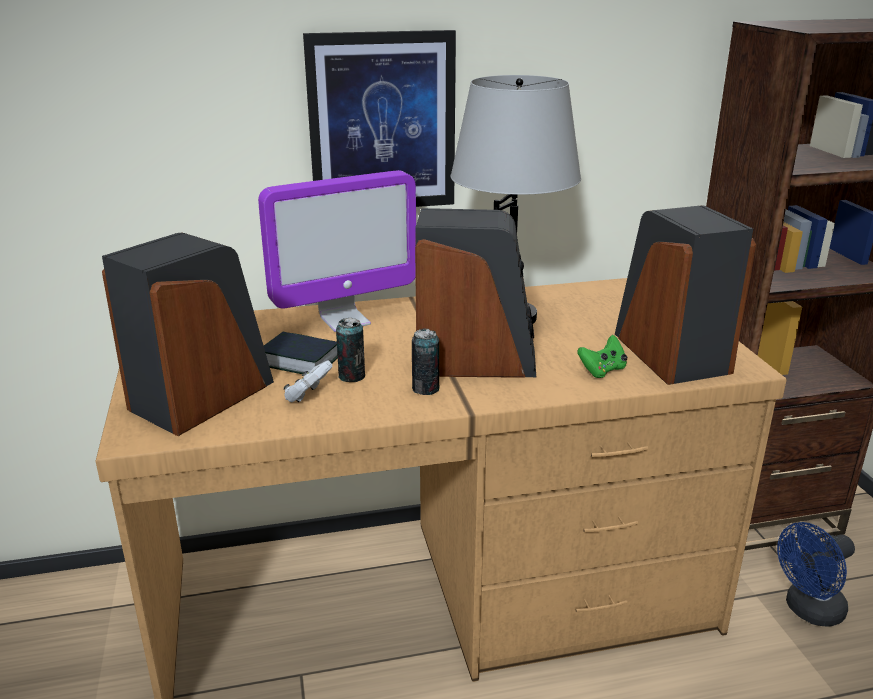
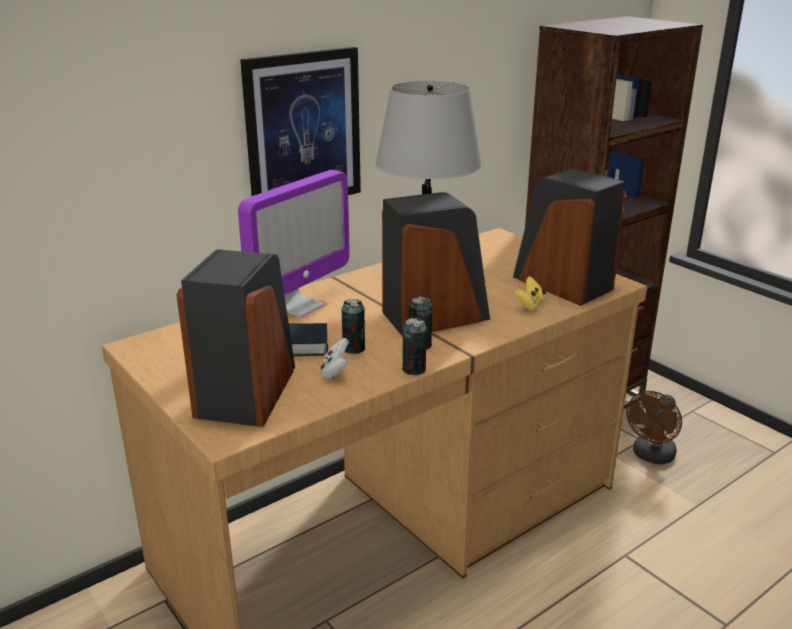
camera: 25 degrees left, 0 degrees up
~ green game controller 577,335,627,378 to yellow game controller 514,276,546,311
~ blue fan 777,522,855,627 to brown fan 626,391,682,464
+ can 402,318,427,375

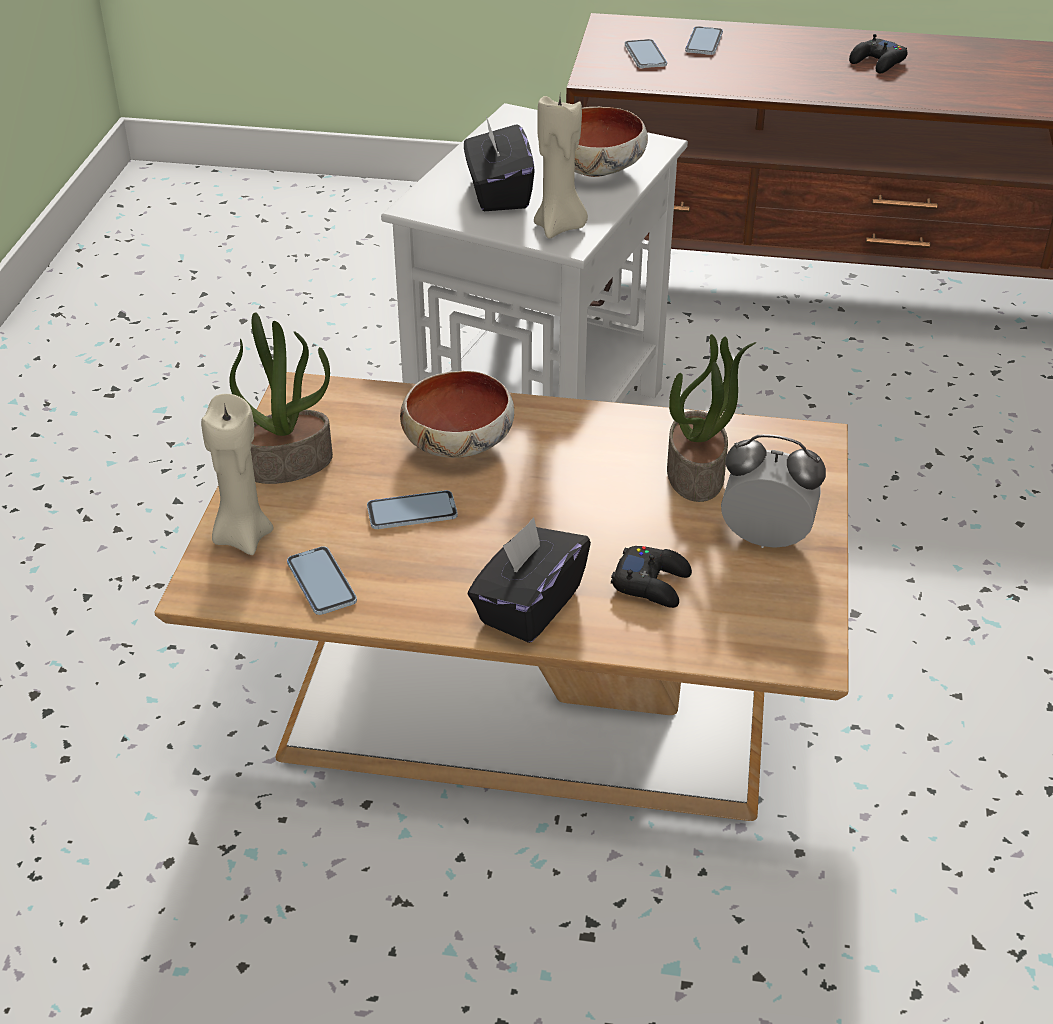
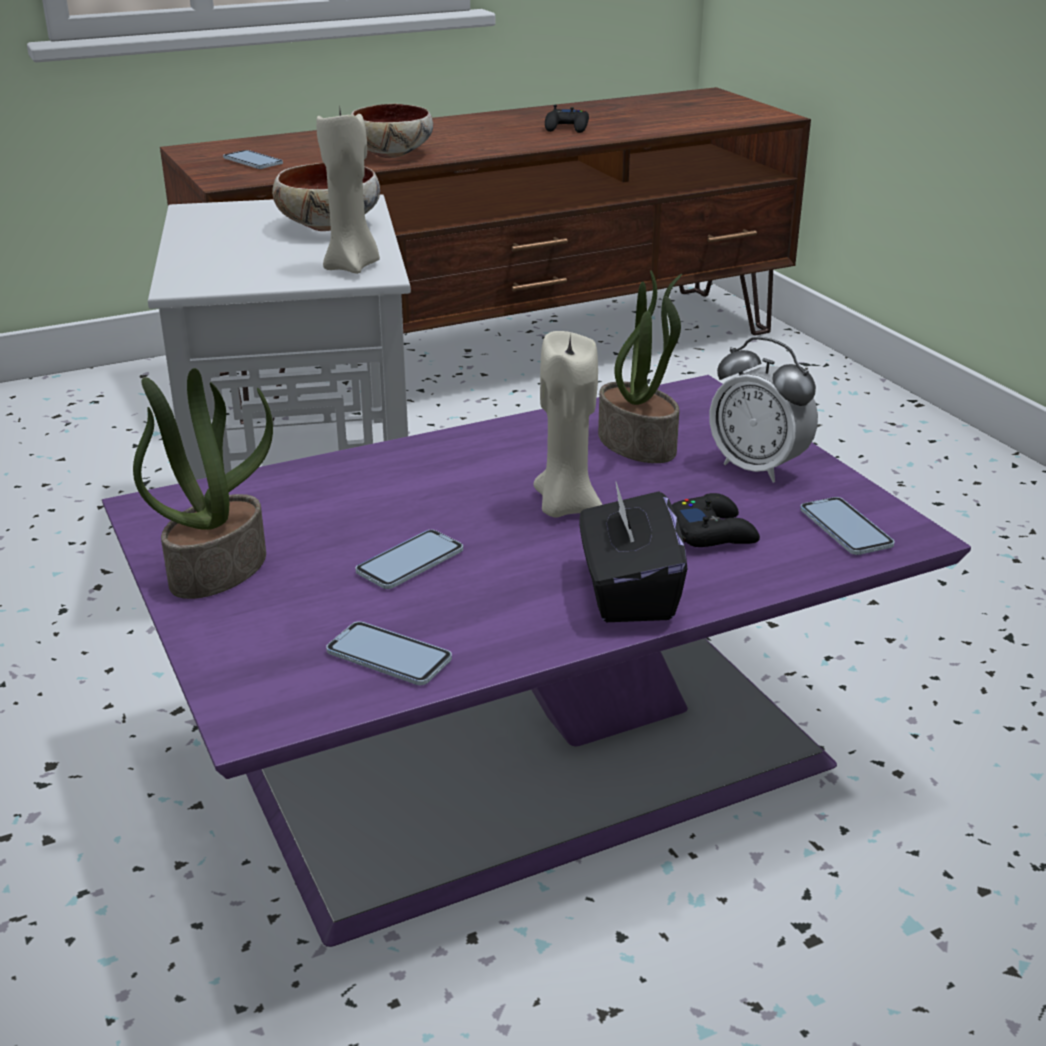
camera: 35 degrees left, 10 degrees down
~ brown coffee table 154,372,848,821 to purple coffee table 102,375,971,947
~ beige candle 201,394,273,555 to 533,331,603,518
~ bowl 400,371,514,458 to 351,104,433,158
- black tissue box 464,116,535,211
~ phone 685,26,723,55 to 800,497,895,555
~ alarm clock 721,434,826,548 = 709,337,818,483 120 degrees counterclockwise
~ black game controller 849,34,908,73 to 545,105,589,133

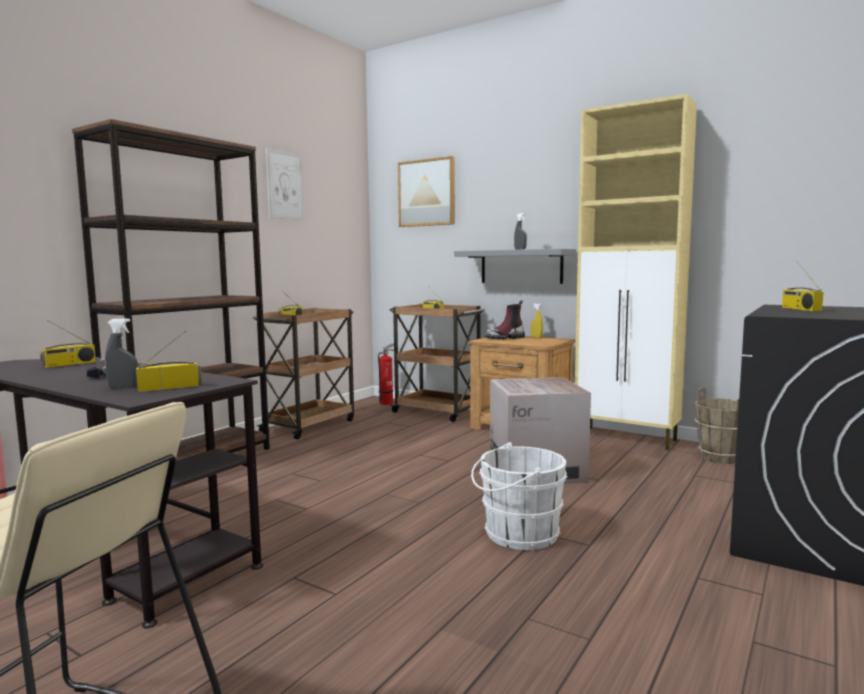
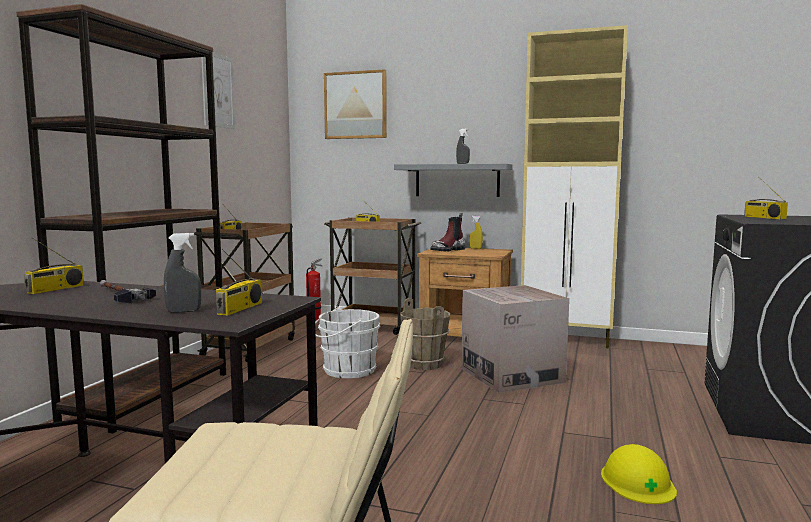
camera: 15 degrees left, 0 degrees up
~ radio 136,331,202,392 = 216,249,262,316 150 degrees clockwise
~ white bucket 471,442,567,550 to 315,307,380,378
~ brown bucket 694,387,739,464 to 400,298,450,370
+ yellow hard hat 601,444,677,504

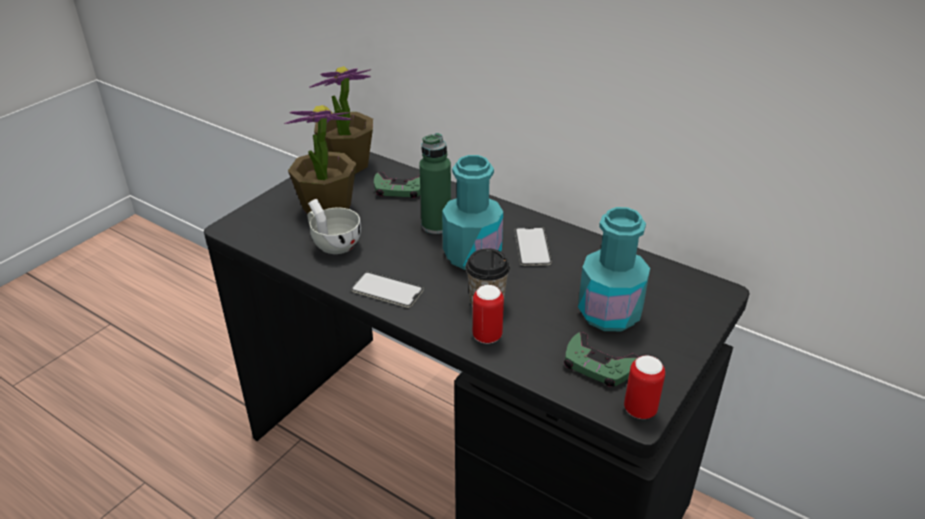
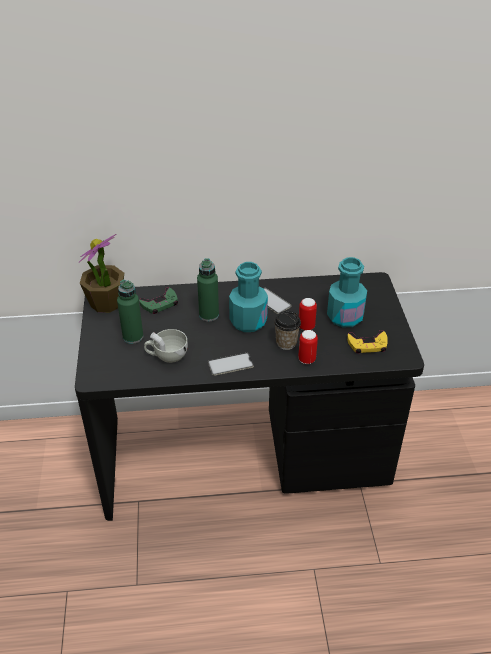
camera: 40 degrees left, 5 degrees up
~ potted plant 284,105,356,217 to green bottle 117,280,143,344
~ green game controller 564,332,638,387 to yellow game controller 347,330,388,354
~ can 624,355,665,419 to 299,298,317,330

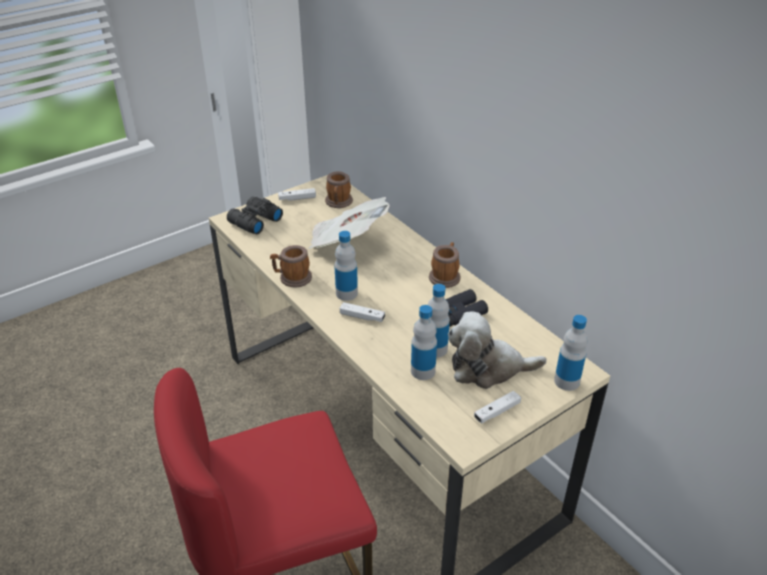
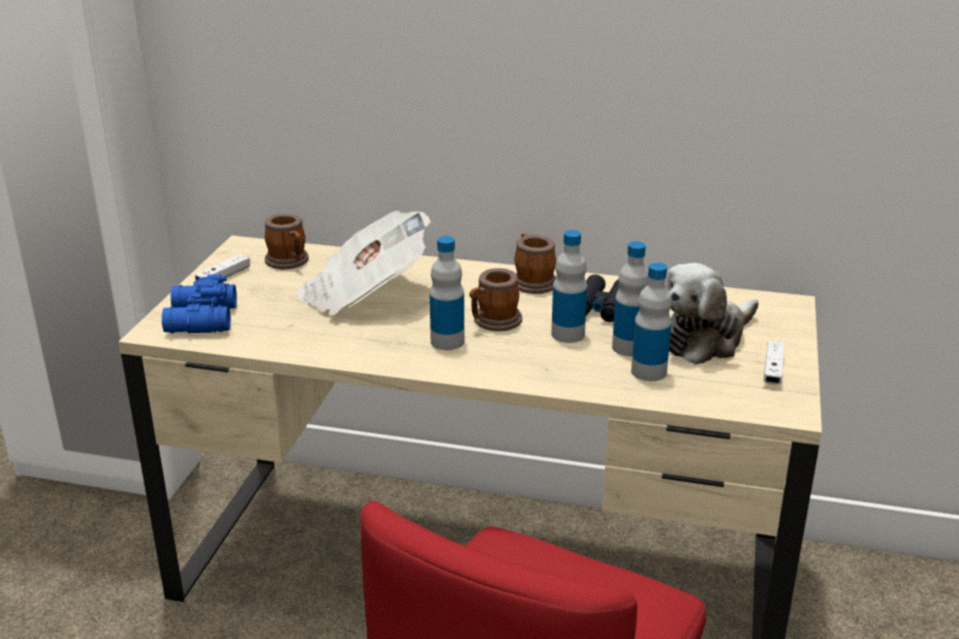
camera: 40 degrees left, 10 degrees down
~ black binoculars 227,197,283,234 to blue binoculars 162,274,237,333
~ mug 270,245,312,288 to 469,268,522,331
- white game controller 339,302,385,322
~ bottle 554,315,588,391 to 551,230,587,343

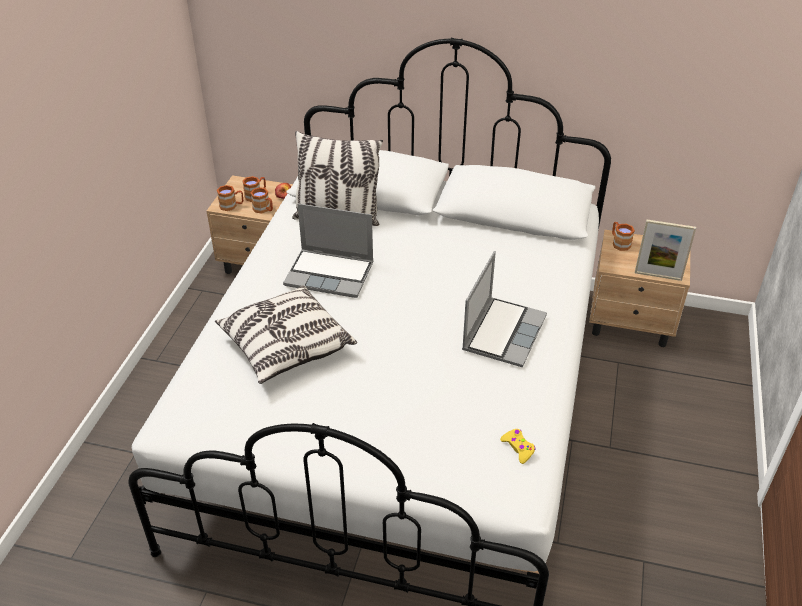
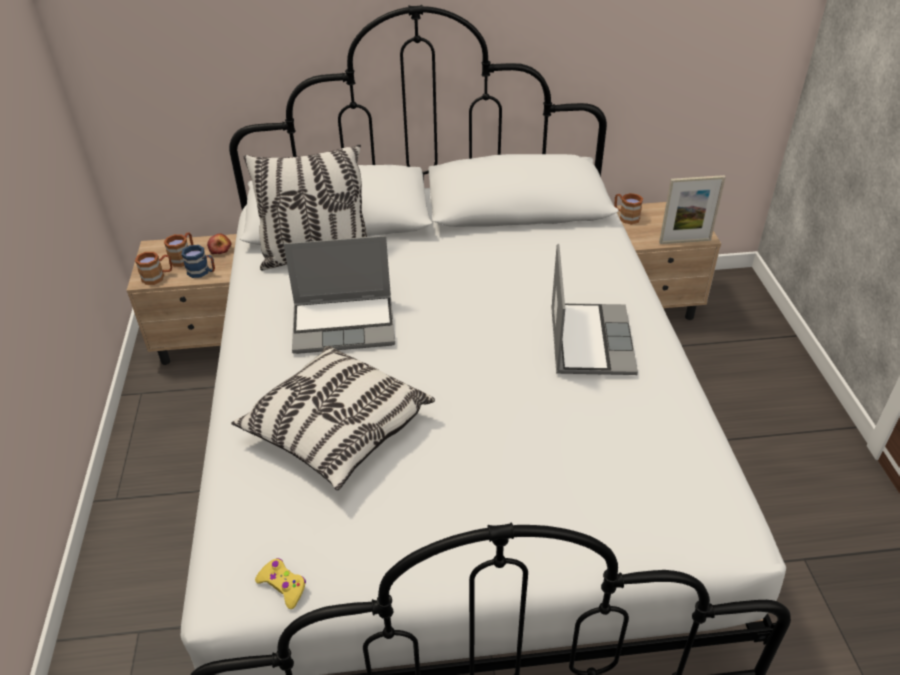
camera: 20 degrees left, 0 degrees up
~ brown mug 251,187,273,214 to blue mug 181,245,215,278
~ yellow game controller 500,429,536,464 to 255,558,306,609

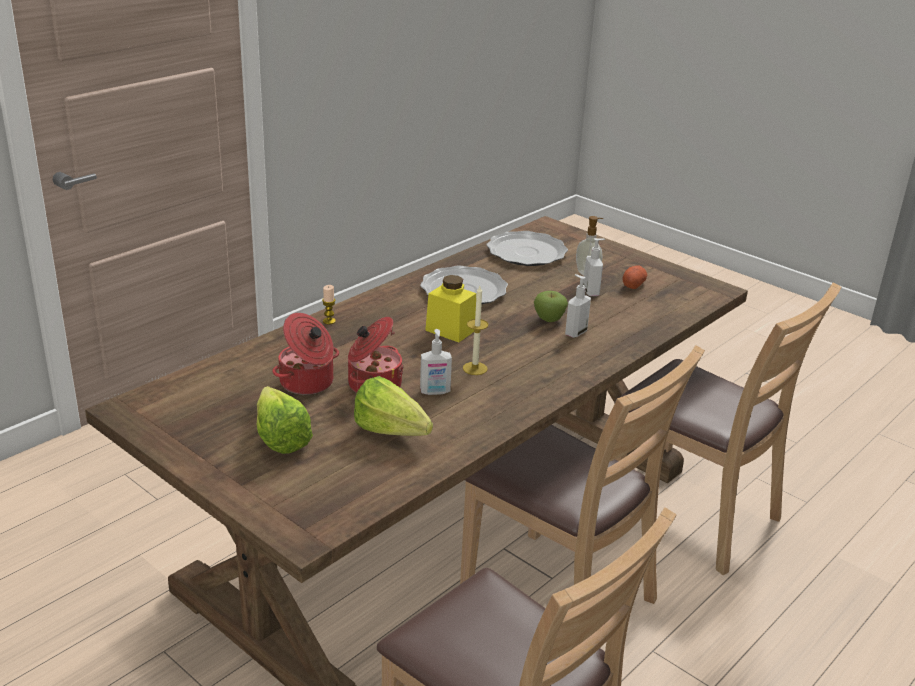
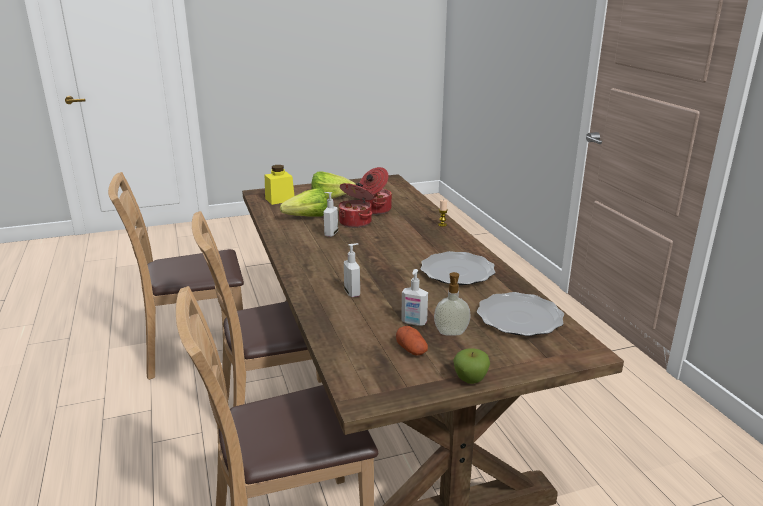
camera: 120 degrees right, 5 degrees down
~ yellow jar 425,275,476,343 to 265,165,294,205
- candle 463,286,488,375
~ apple 534,291,568,322 to 453,348,490,384

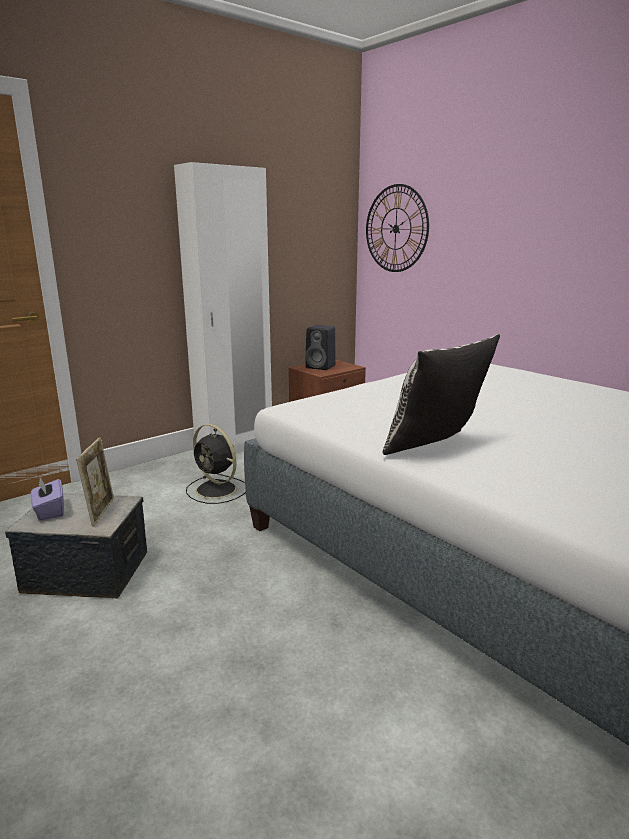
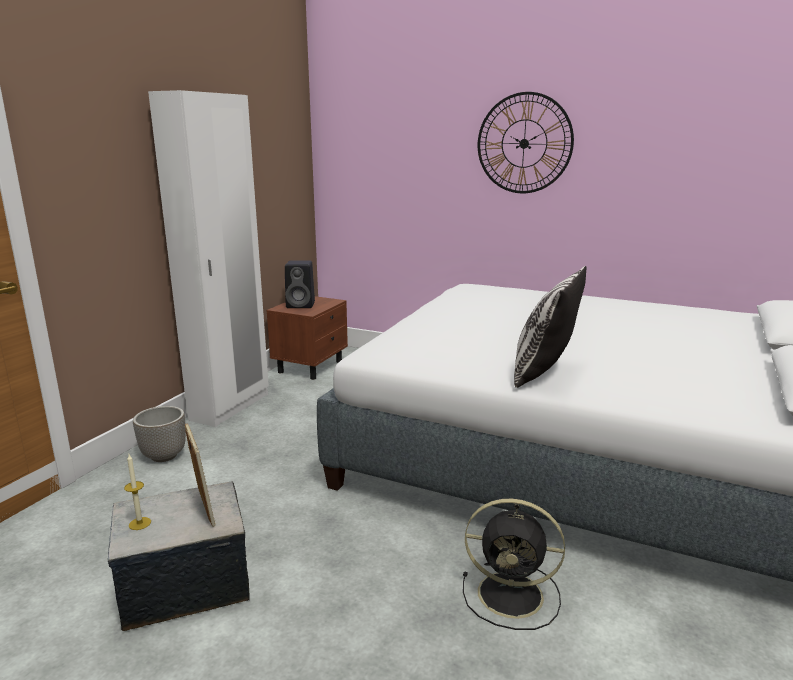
camera: 25 degrees left, 0 degrees up
~ purple tissue box 30,478,64,521 to candle 124,454,151,530
~ black fan 186,424,246,504 to 463,499,565,630
~ wall clock 366,184,429,272 to 478,92,574,193
+ planter 133,406,186,462

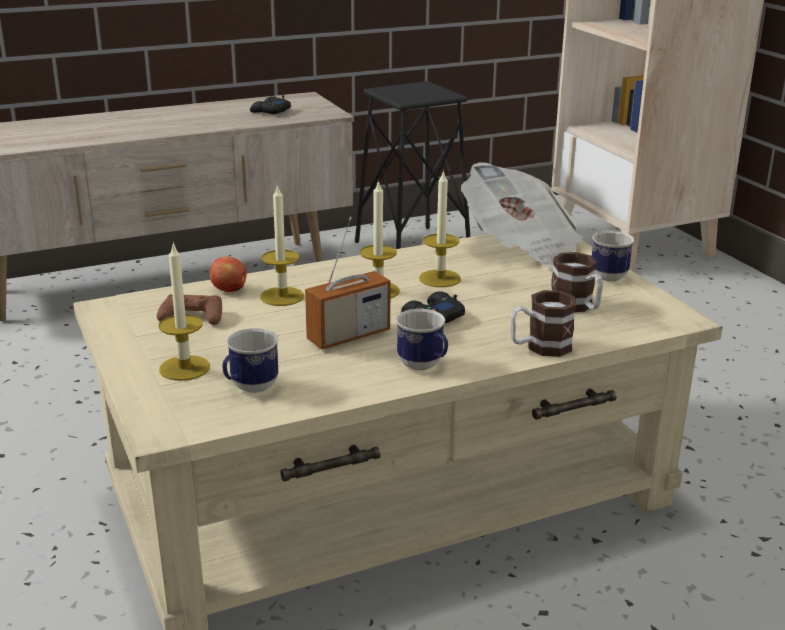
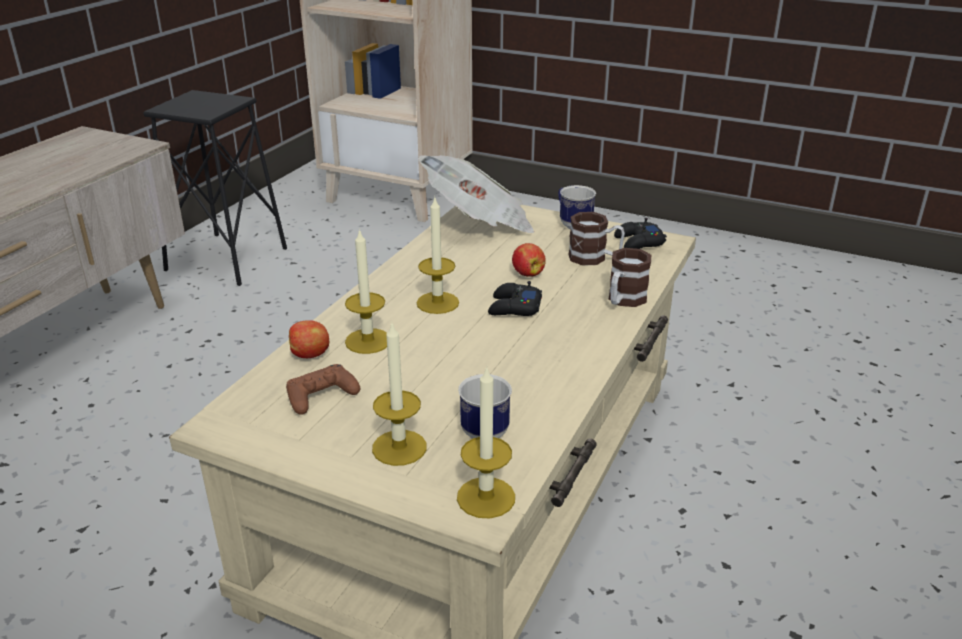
camera: 40 degrees left, 5 degrees up
~ black game controller 250,95,291,114 to 614,218,667,249
- radio 305,217,391,350
- mug 396,309,448,370
~ candle 419,170,461,287 to 457,366,515,518
+ apple 512,243,546,277

